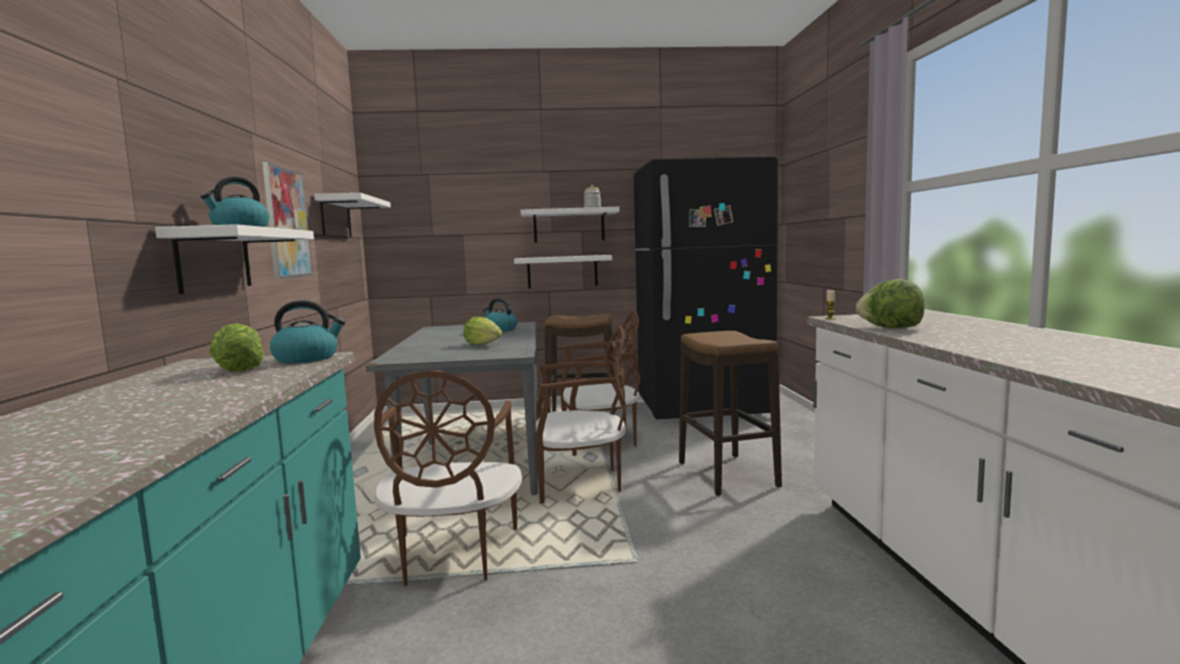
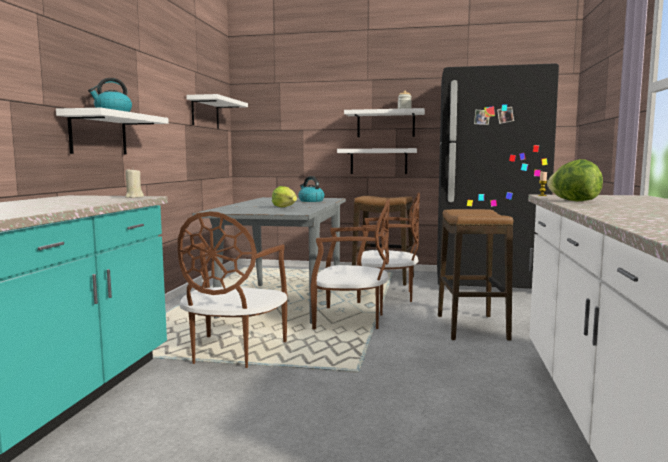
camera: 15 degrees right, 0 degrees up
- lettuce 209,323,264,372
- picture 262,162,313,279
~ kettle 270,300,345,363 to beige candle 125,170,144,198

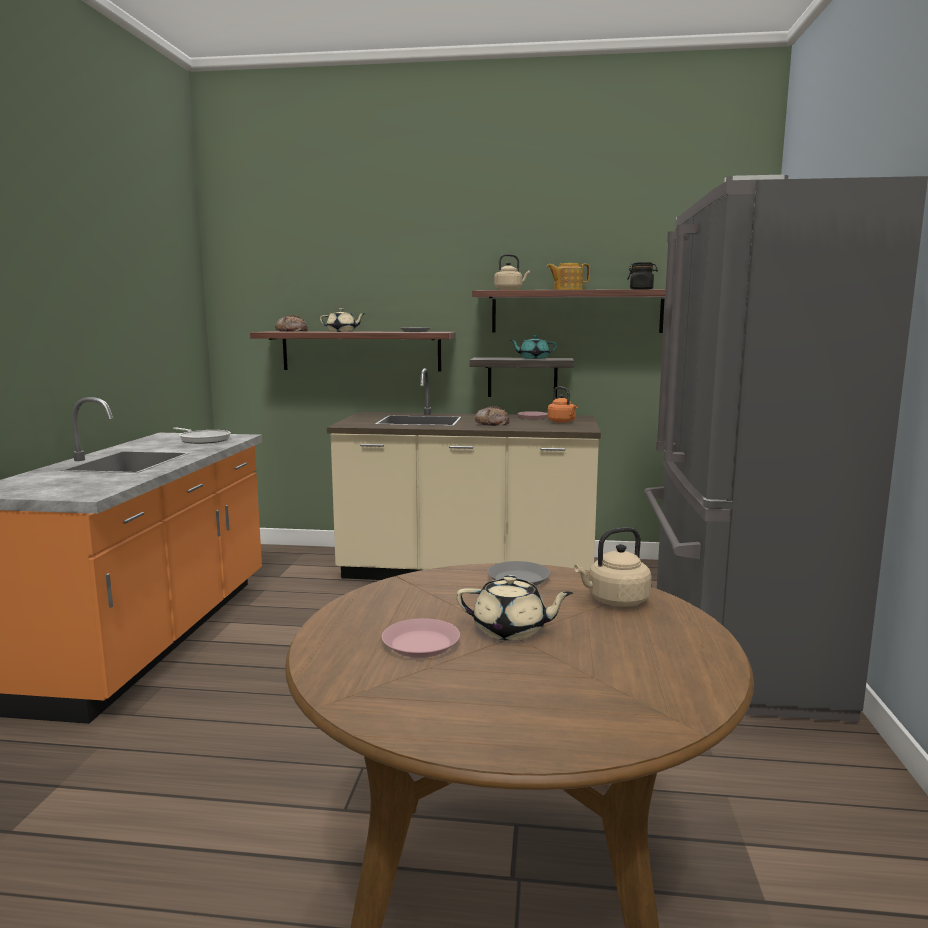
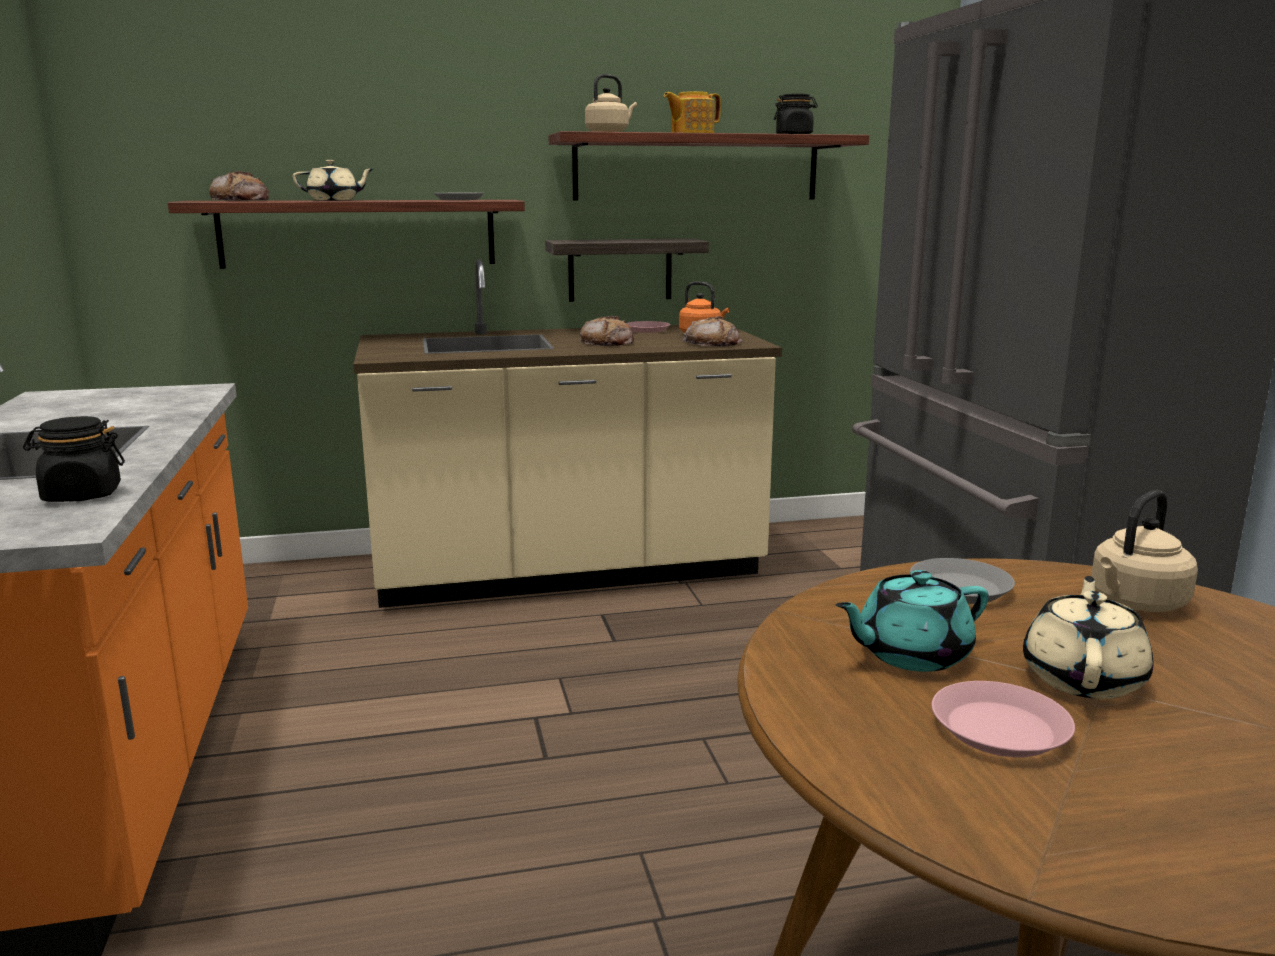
camera: 20 degrees left, 5 degrees up
- frying pan 173,427,231,444
~ beige teapot 456,575,573,640 = 1023,576,1153,699 60 degrees counterclockwise
~ turquoise teapot 510,335,557,359 to 836,570,989,672
+ black jar 23,416,125,502
+ bread 682,316,742,346

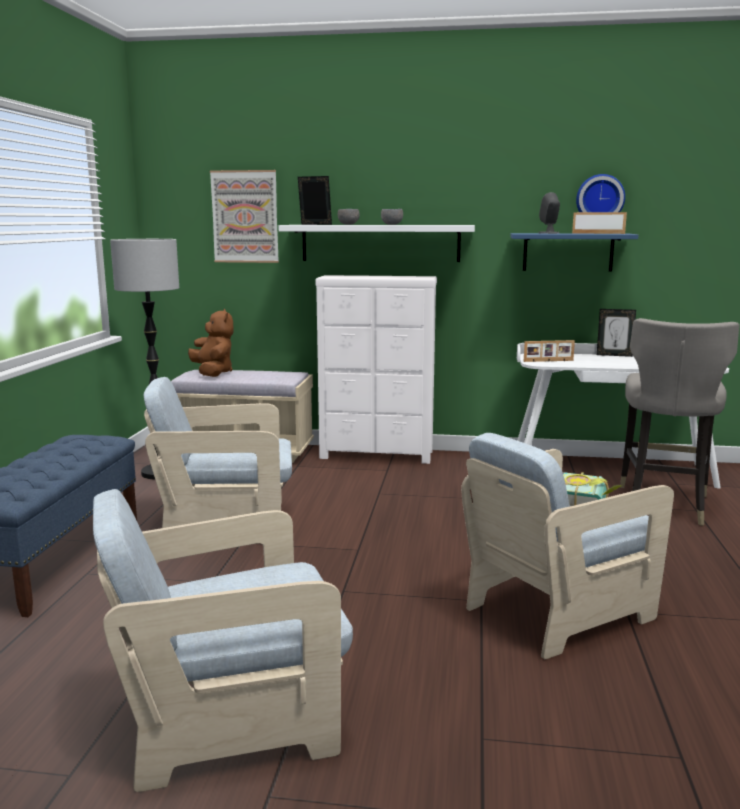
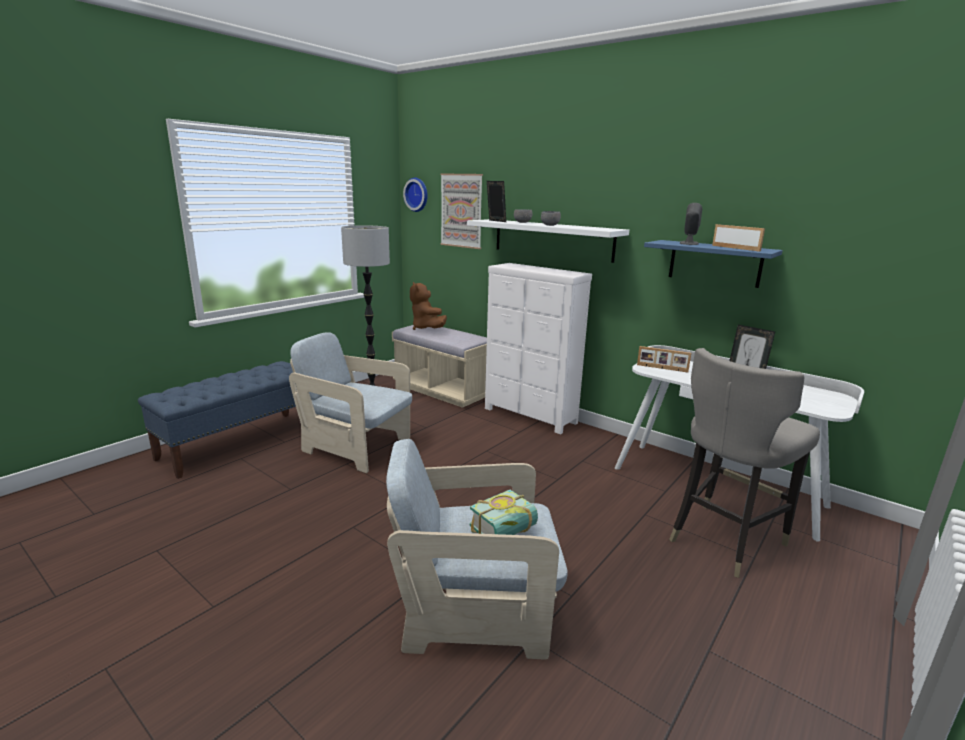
camera: 30 degrees right, 5 degrees up
- beige armchair 93,489,353,792
~ brown plush toy 188,309,234,377 = 410,282,447,330 150 degrees clockwise
~ wall clock 576,174,625,212 to 403,178,428,212

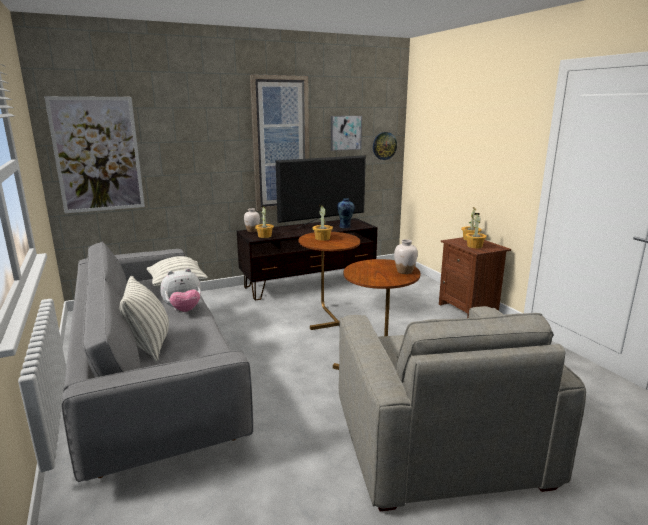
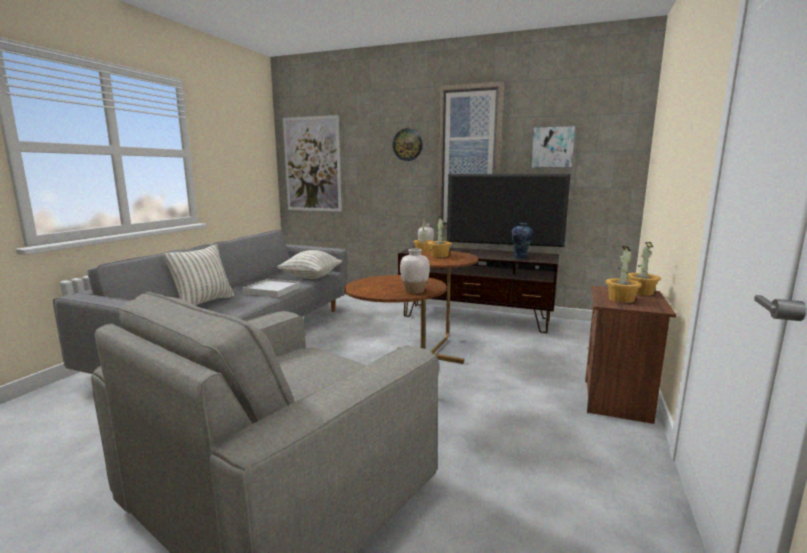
camera: 45 degrees right, 5 degrees down
~ plush toy 160,268,201,312 to white tray 243,279,300,297
~ wall clock 373,132,397,160 to 393,128,423,161

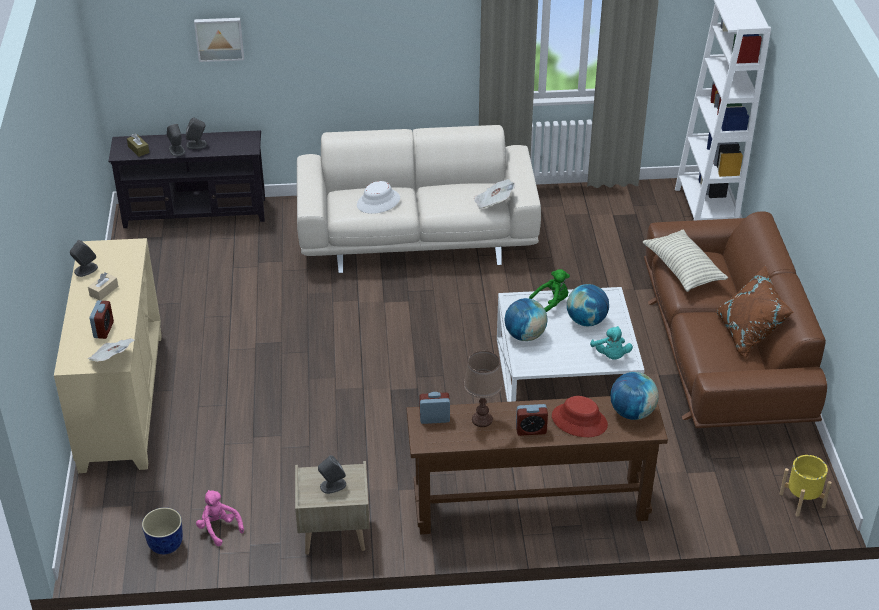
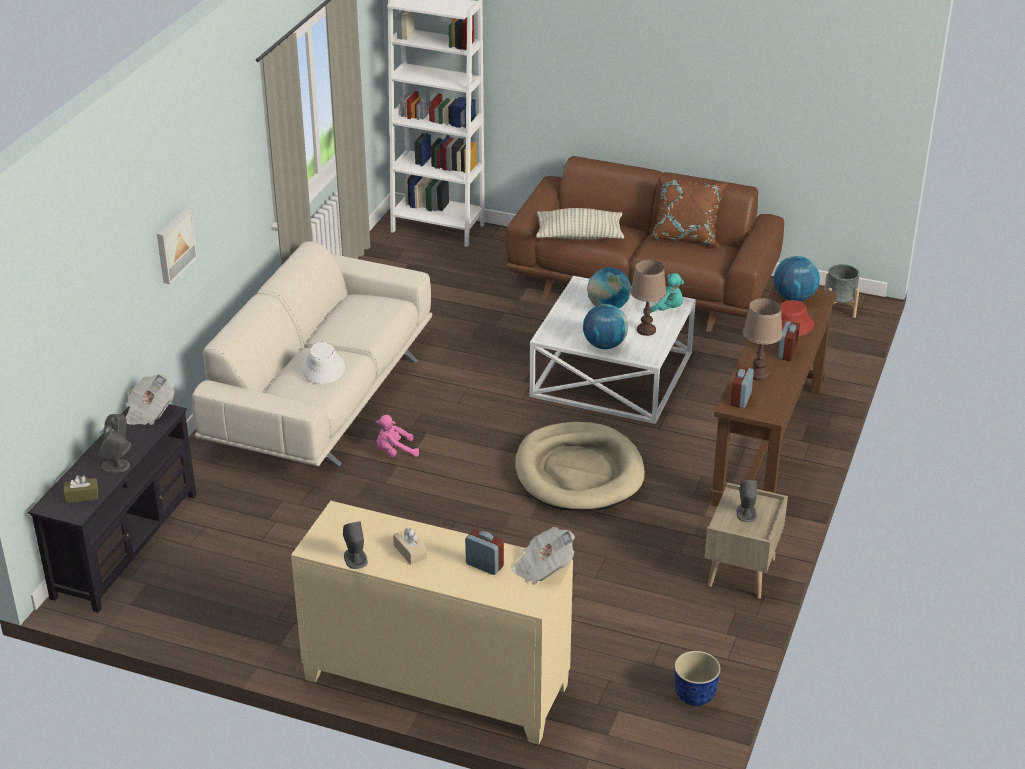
camera: 65 degrees left, 5 degrees down
~ picture 194,18,244,62 to 157,208,198,284
~ pink plush toy 196,490,244,546 to 376,415,419,457
~ newspaper 474,179,515,209 to 126,374,174,425
- green plush toy 529,269,570,312
~ yellow planter 780,455,832,517 to grey planter 824,264,860,318
+ beige dog bed 515,422,645,511
+ brown table lamp 630,260,667,336

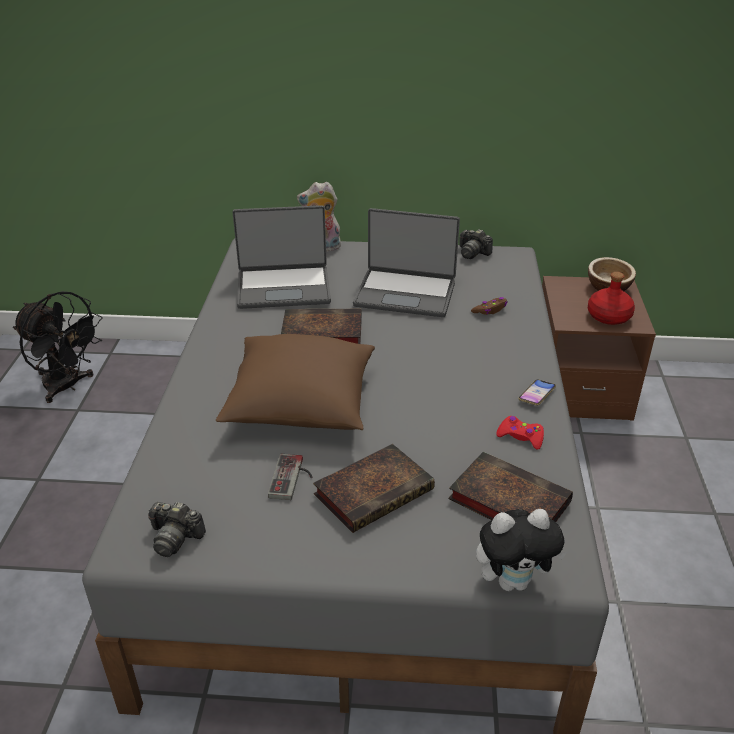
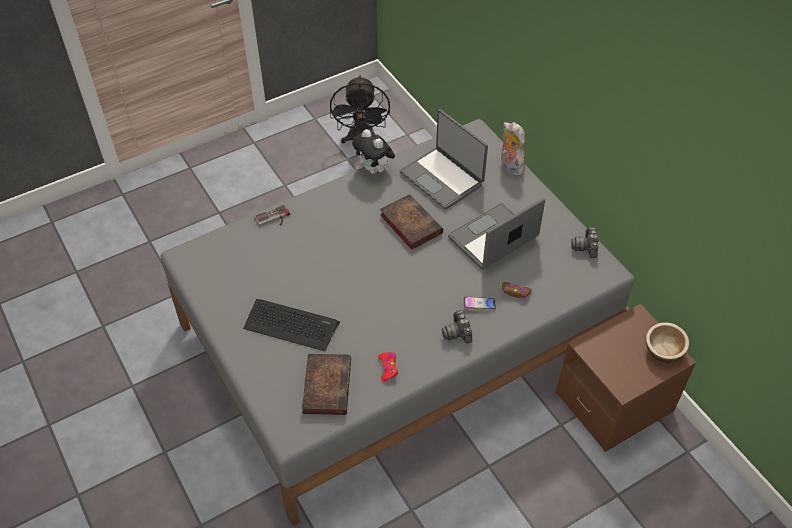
camera: 55 degrees right, 15 degrees up
~ photo camera 148,502,206,557 to 442,310,472,344
- brown pillow 216,334,375,430
~ game controller 268,454,312,500 to 254,204,290,226
~ book 313,444,435,533 to keyboard 243,299,340,351
~ laptop 353,208,460,317 = 448,198,545,269 75 degrees clockwise
~ plush toy 476,509,567,591 to 352,129,395,174
~ phone 518,379,556,405 to 463,297,496,310
- red bottle 588,272,635,325

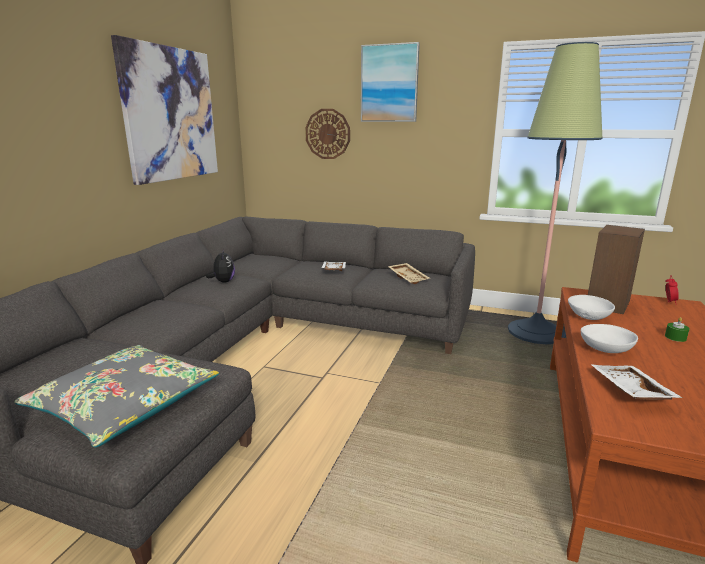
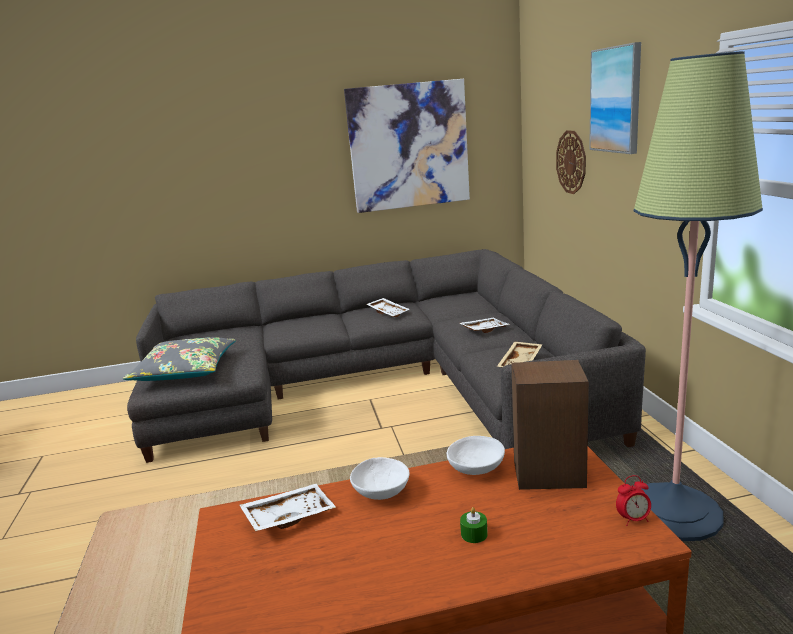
camera: 60 degrees right, 0 degrees up
~ plush toy 206,249,235,283 to white tray 366,298,409,317

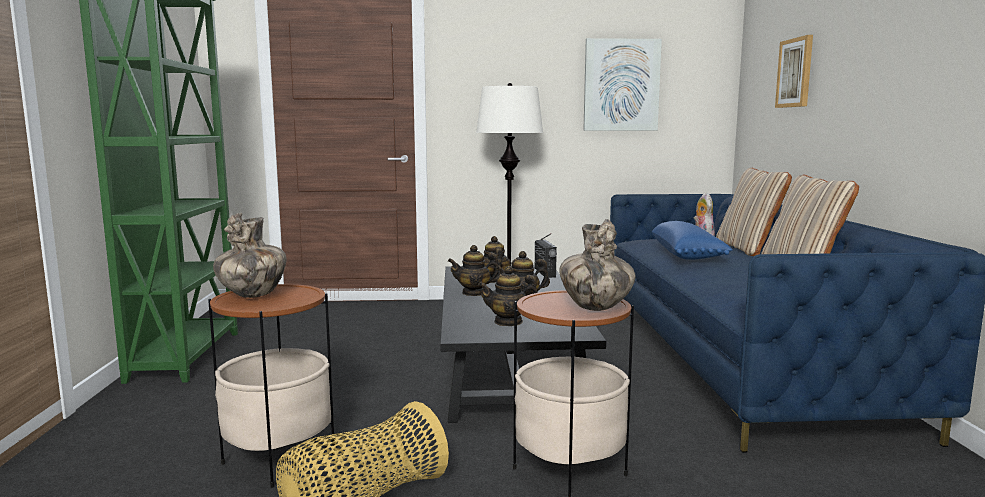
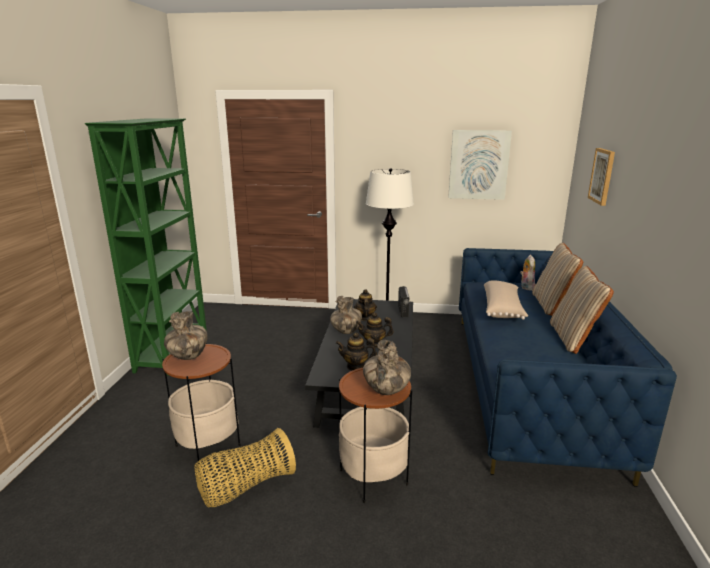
camera: 10 degrees right, 10 degrees up
~ teapot 448,245,500,296 to vase 330,296,362,334
~ blue pillow 652,221,733,260 to beige pillow 484,280,528,320

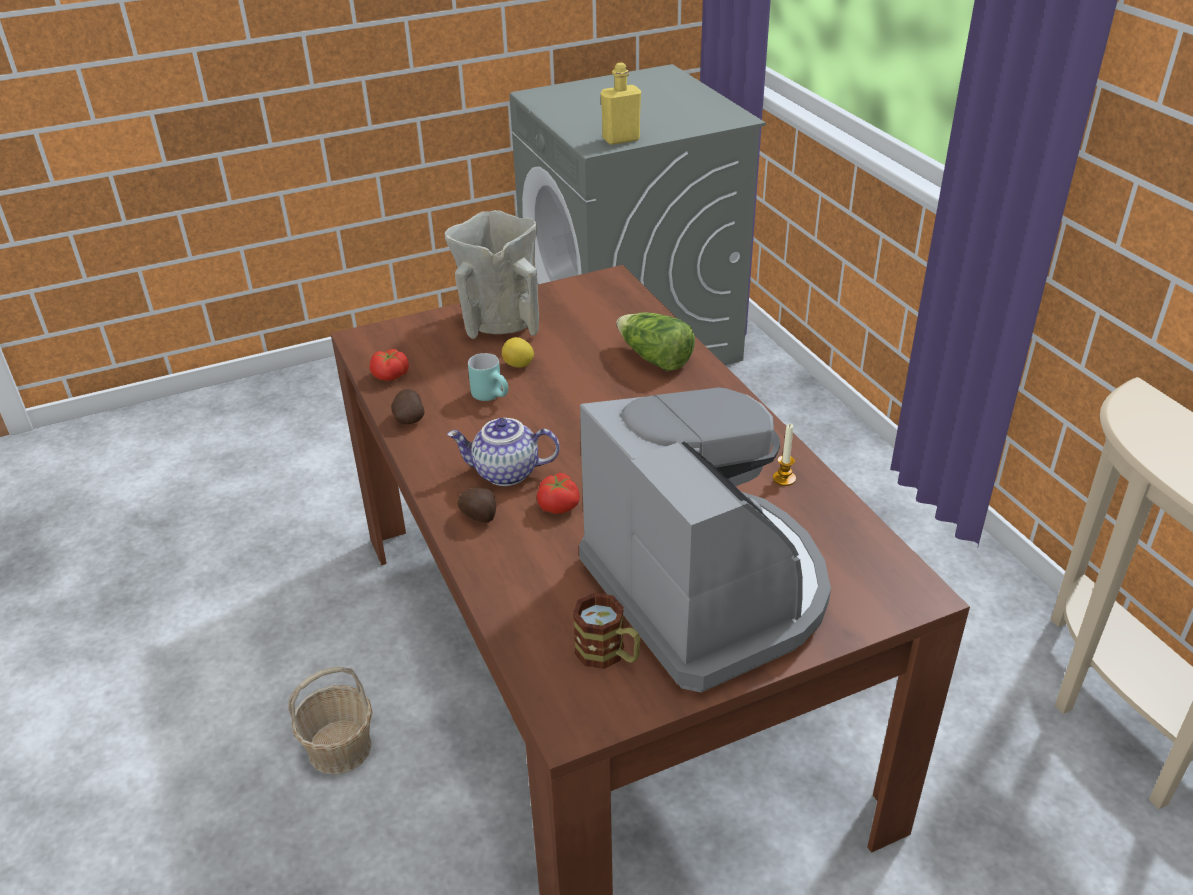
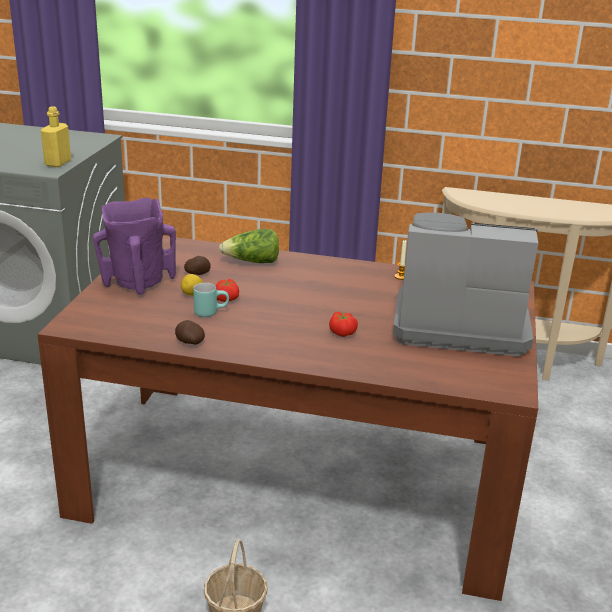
camera: 55 degrees left, 10 degrees down
~ tomato 370,349,409,381 to 215,279,239,302
~ beige vase 445,210,539,339 to purple vase 93,197,176,295
- teapot 447,418,560,486
~ potato 458,487,496,522 to 184,256,211,275
- mug 573,593,641,669

